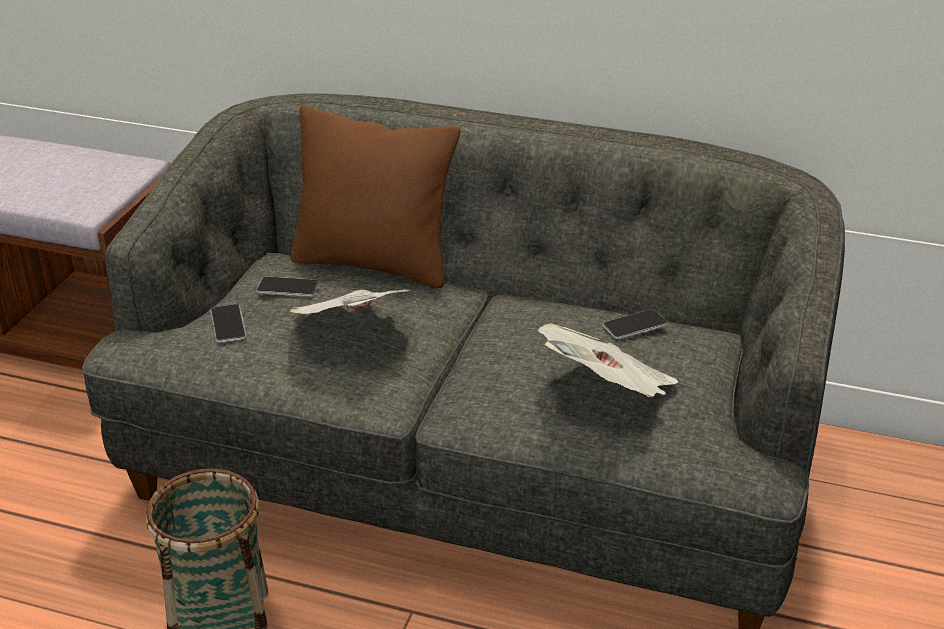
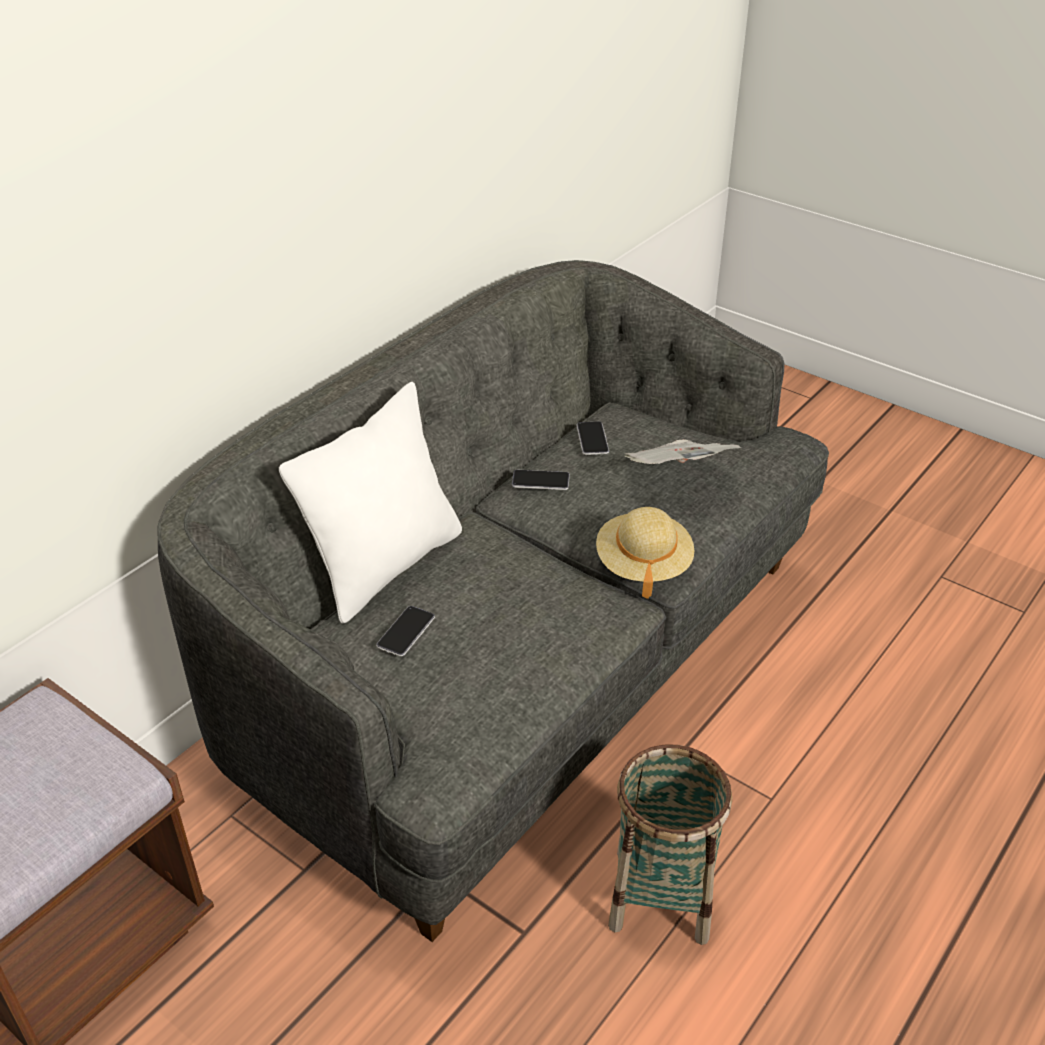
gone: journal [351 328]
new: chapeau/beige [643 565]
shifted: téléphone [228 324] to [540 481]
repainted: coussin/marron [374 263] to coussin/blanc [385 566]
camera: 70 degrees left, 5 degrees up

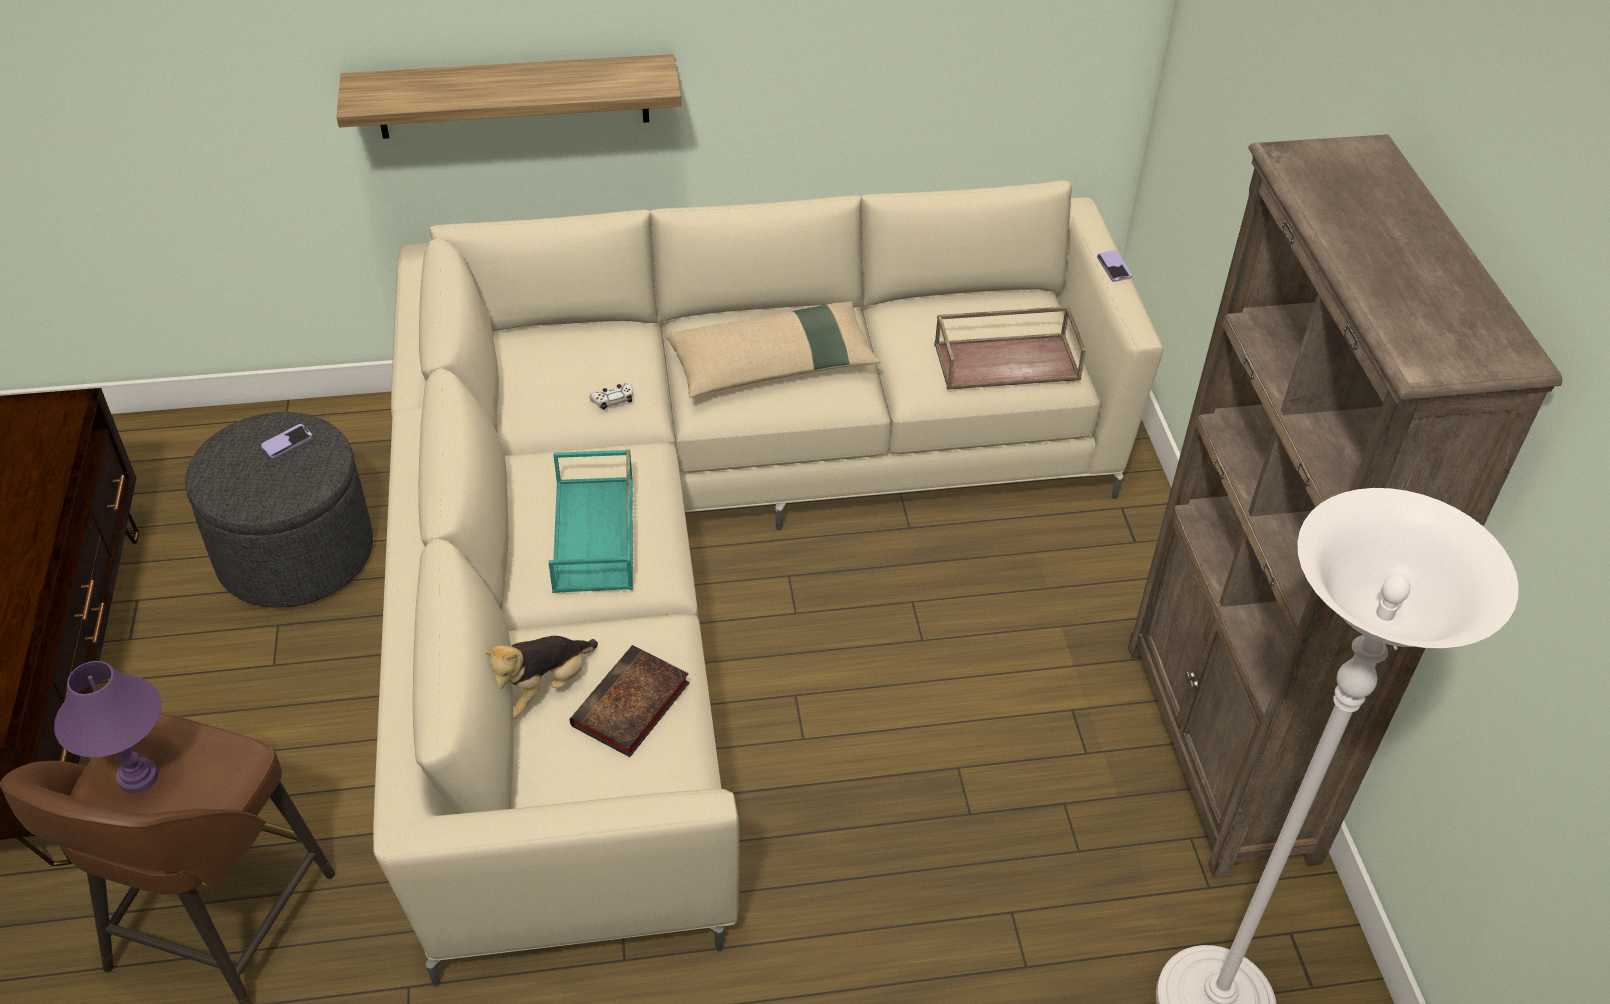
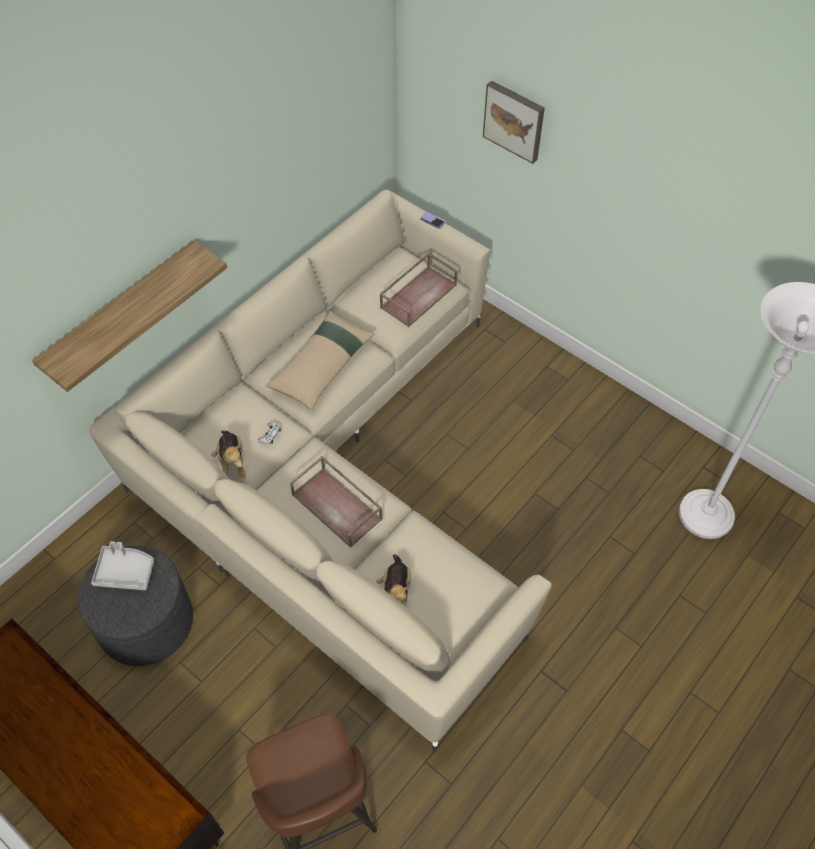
gone: bibliothèque/marron [1220 751]; livre [630 707]; lampe de table/violet [138 776]
new: tableau [514 120]; peluche [232 461]
swapped: téléphone [287 442] to plateau/gris [125 571]
repainted: plateau/turquoise [595 535] to plateau/marron [338 506]
camera: 40 degrees left, 10 degrees up

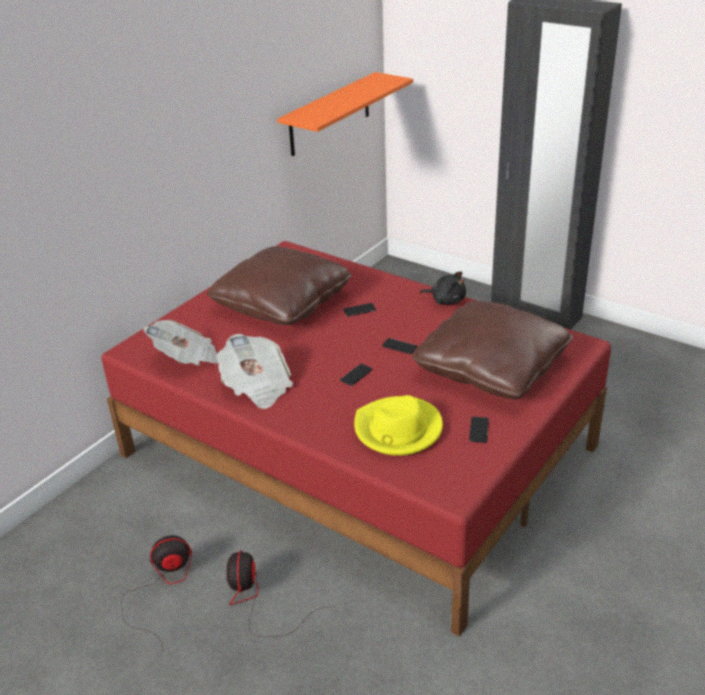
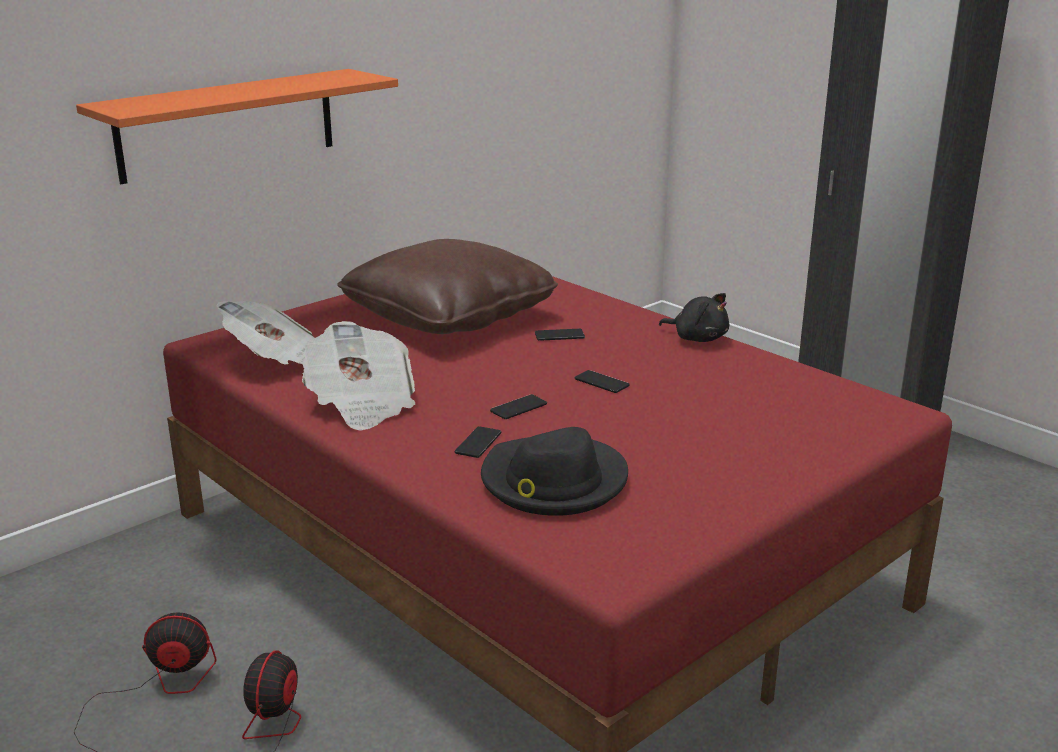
gone: coussin/marron [491 368]
shifted: étagère/orange [330 114] to [228 124]; téléphone [479 430] to [478 443]
repainted: chapeau/jaune [398 430] to chapeau/noir [553 482]
camera: 10 degrees right, 10 degrees down

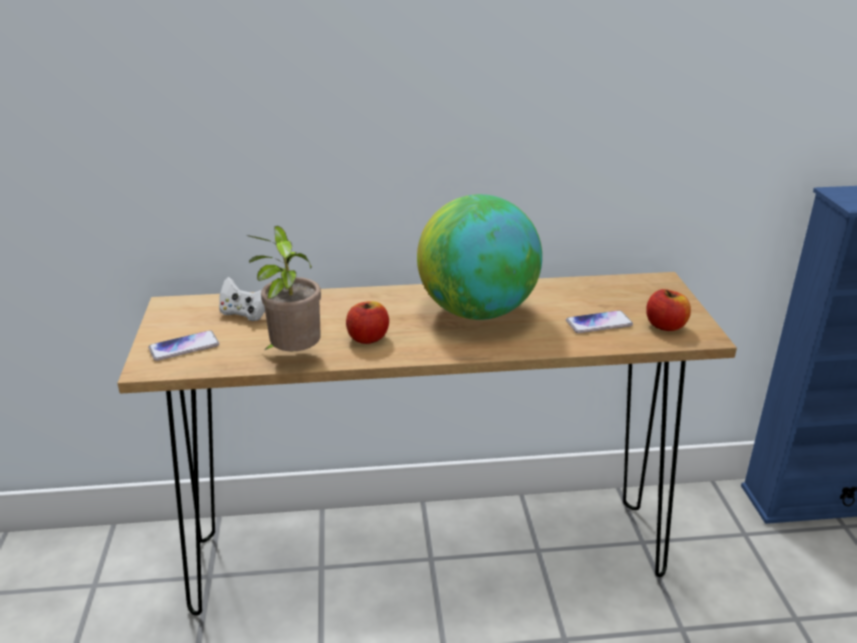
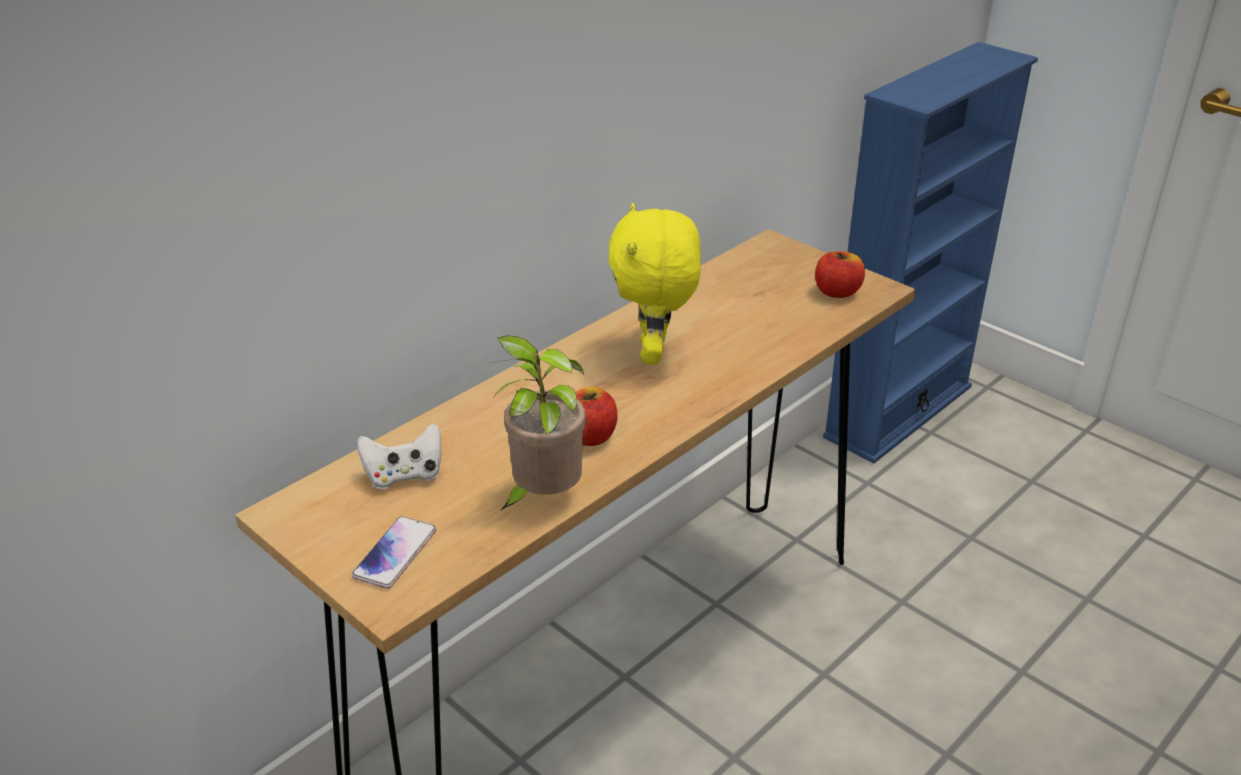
gone: téléphone [599 323]
swapped: globe [477 312] to peluche/jaune [654 353]
camera: 40 degrees left, 5 degrees up

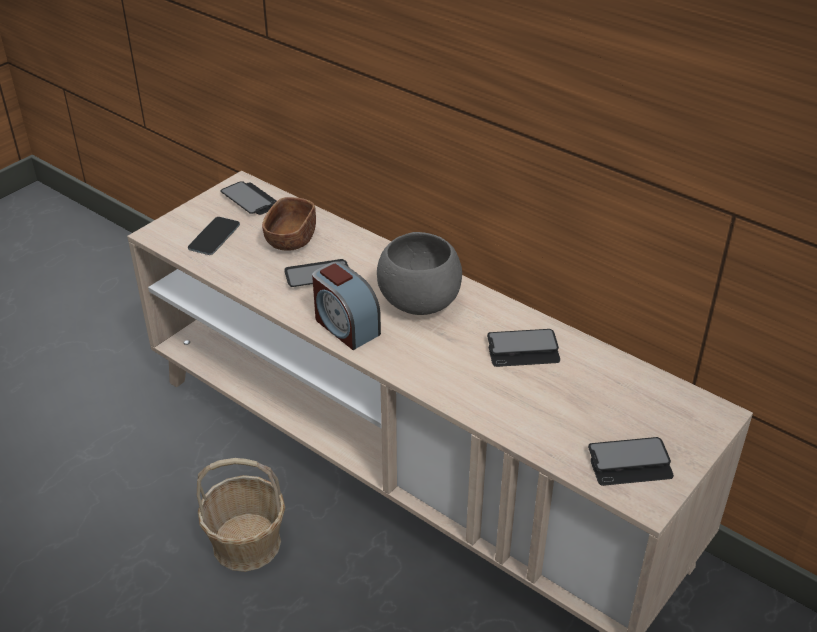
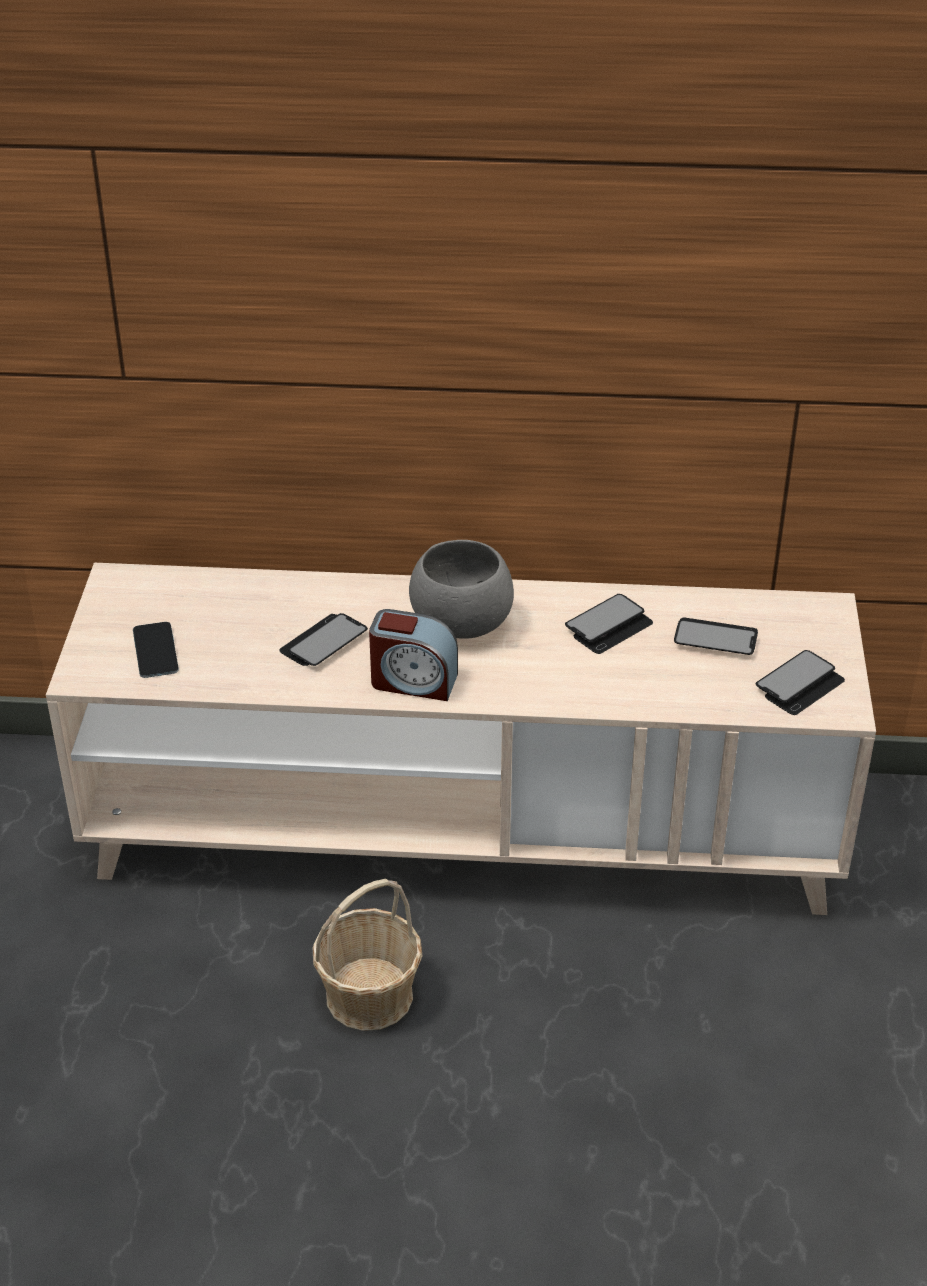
gone: bol/marron [291 239]
shifted: téléphone [250 200] to [715 639]
camera: 35 degrees left, 0 degrees up

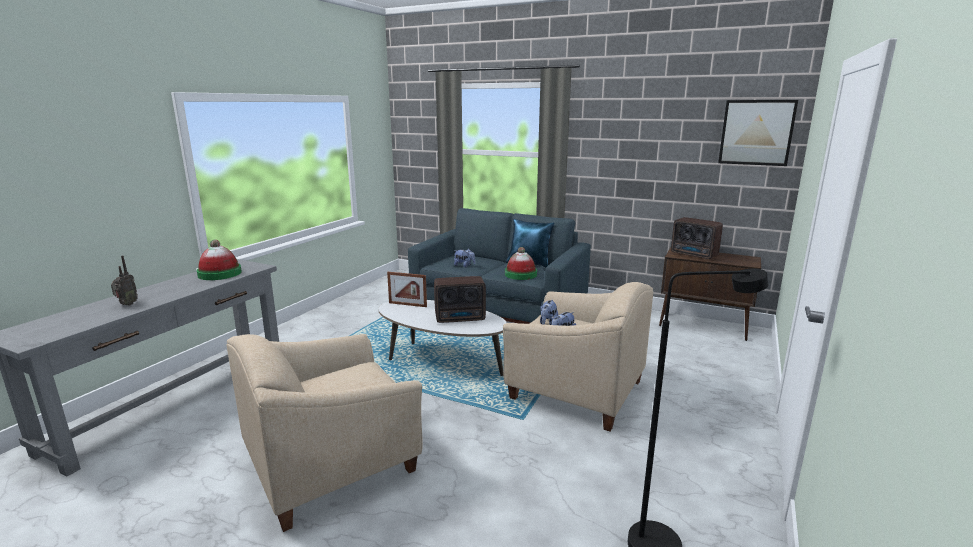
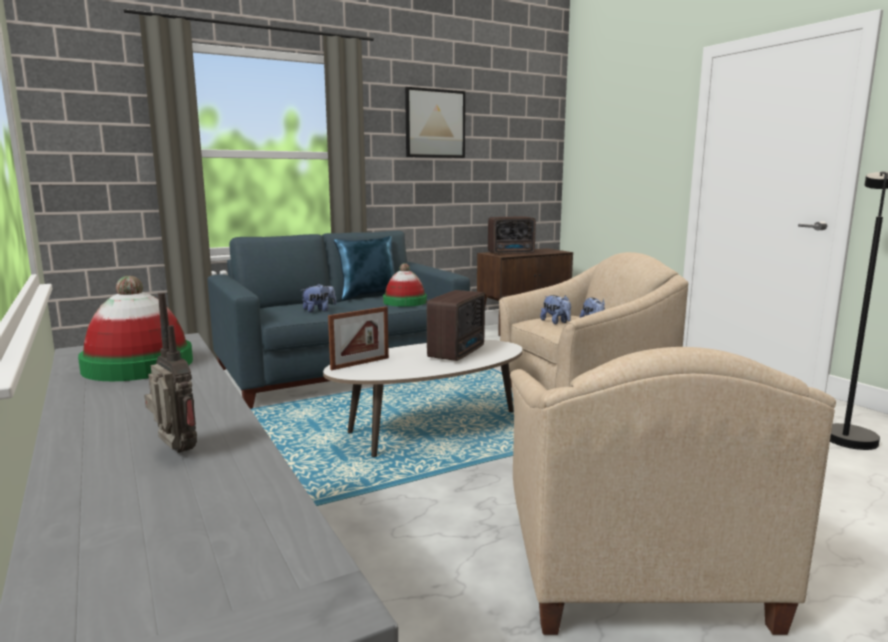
shifted: tableau [756 132] to [435 123]
camera: 55 degrees left, 5 degrees down

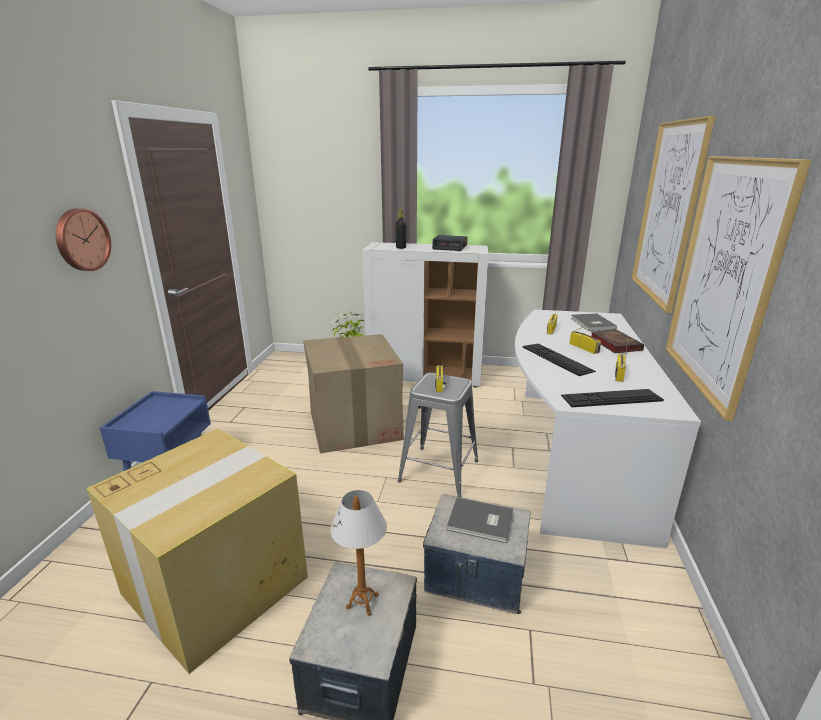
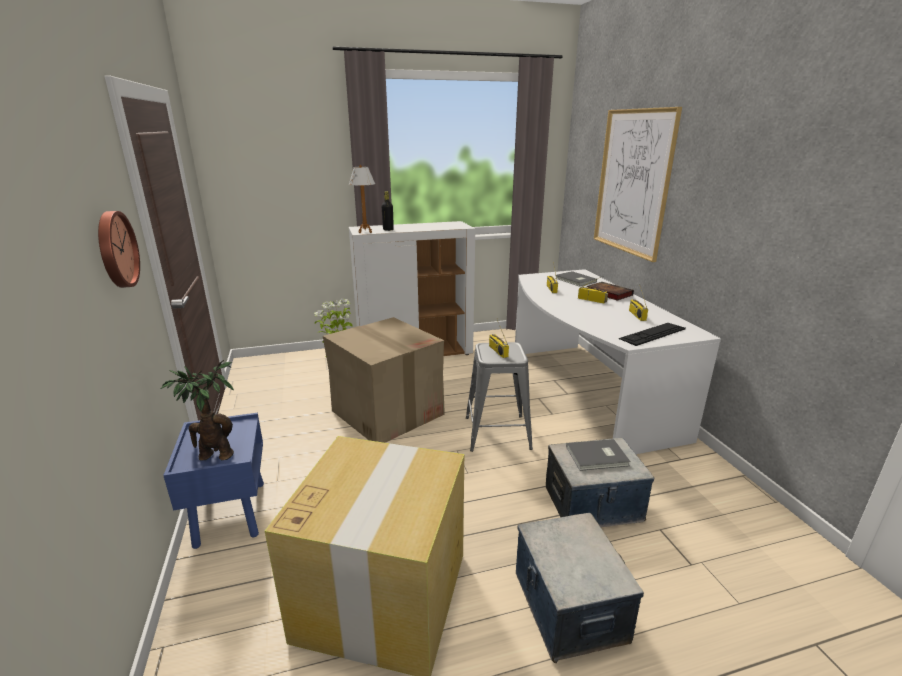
gone: tableau [723 278]; réveil [450 247]; clavier [557 359]
new: plante en pot [213 455]
shifted: lampe de table [362 602] to [365 232]
camera: 25 degrees left, 0 degrees up

